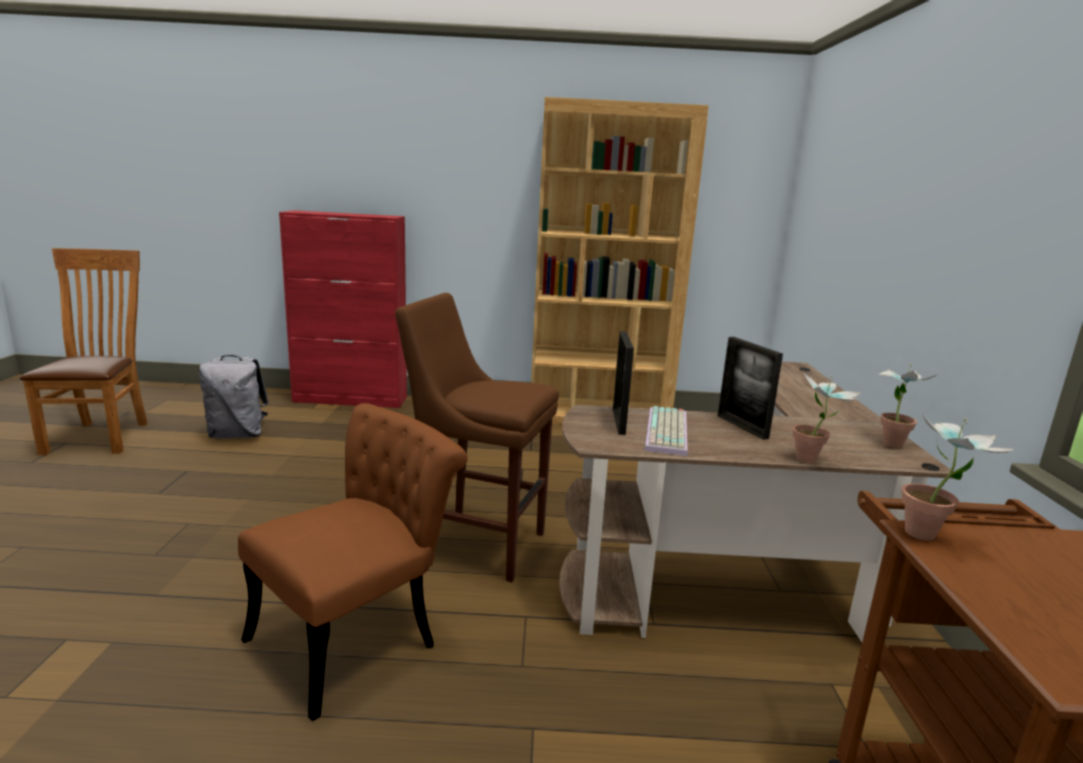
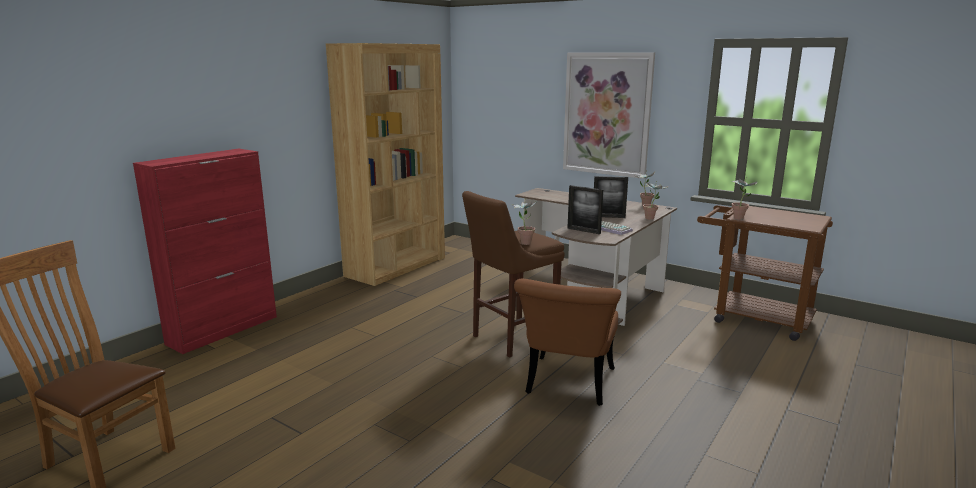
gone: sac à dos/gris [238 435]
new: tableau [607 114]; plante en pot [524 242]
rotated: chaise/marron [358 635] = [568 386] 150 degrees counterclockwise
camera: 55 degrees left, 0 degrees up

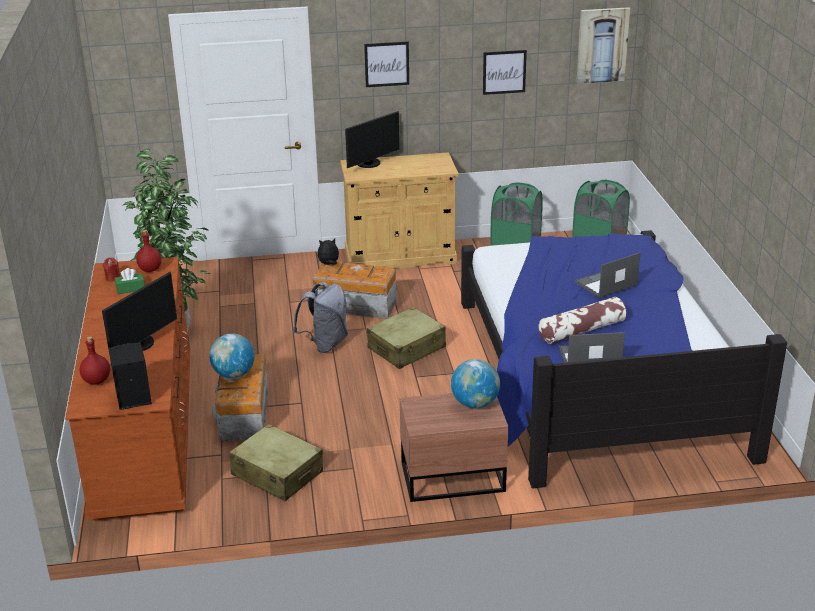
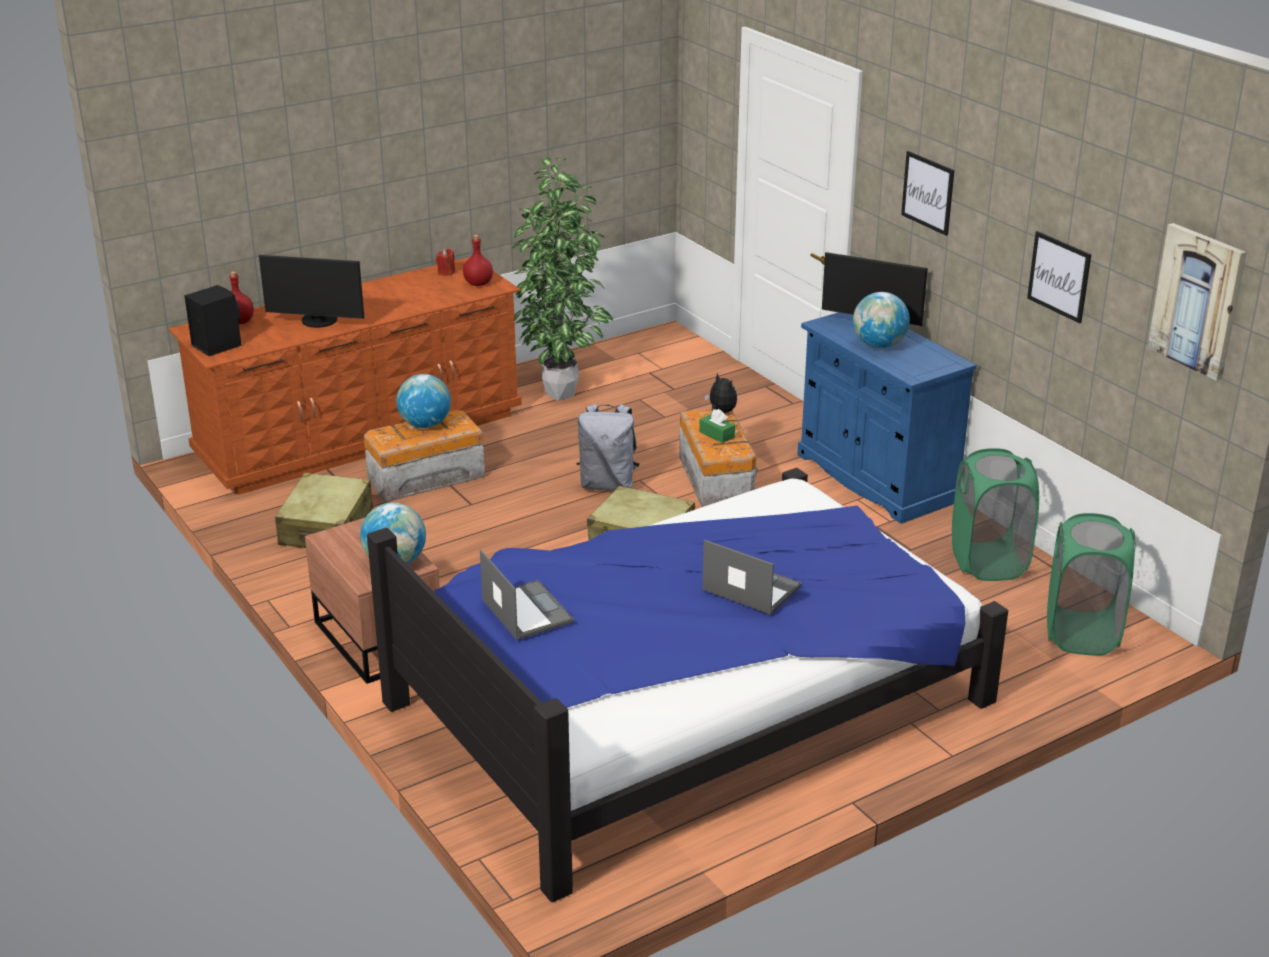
gone: coussin [581 330]
new: globe [879 345]
shifted: boîte à mouchoirs/vert [130 289] to [716 434]
repainted: meuble de rangement/beige [400 256] to meuble de rangement/bleu [876 478]
camera: 65 degrees right, 0 degrees up

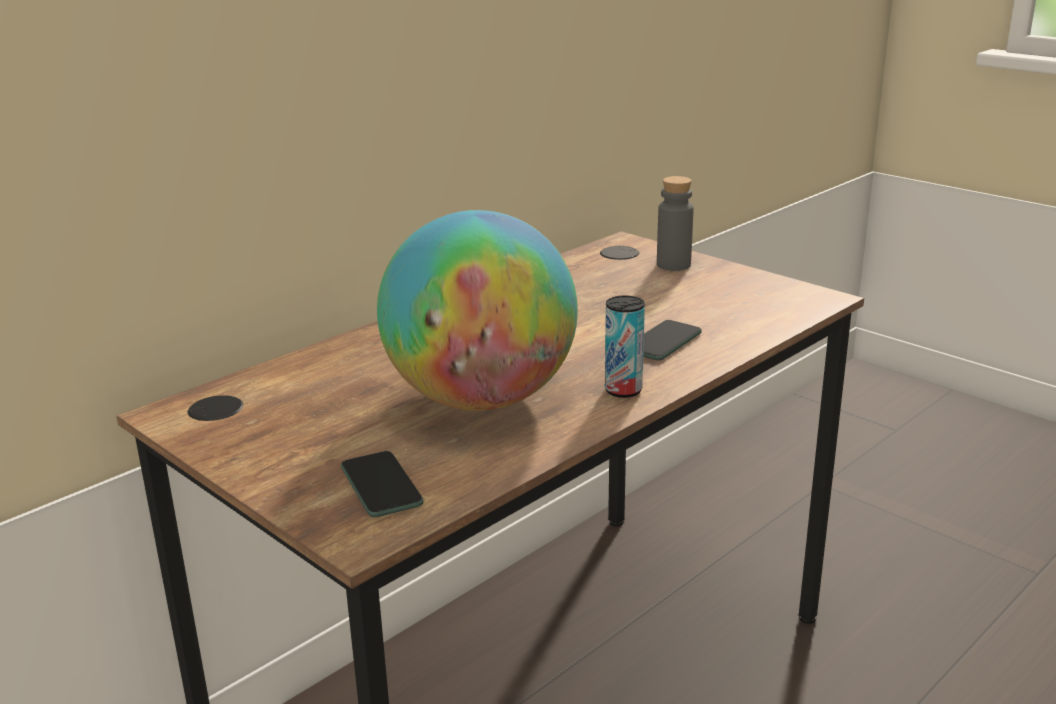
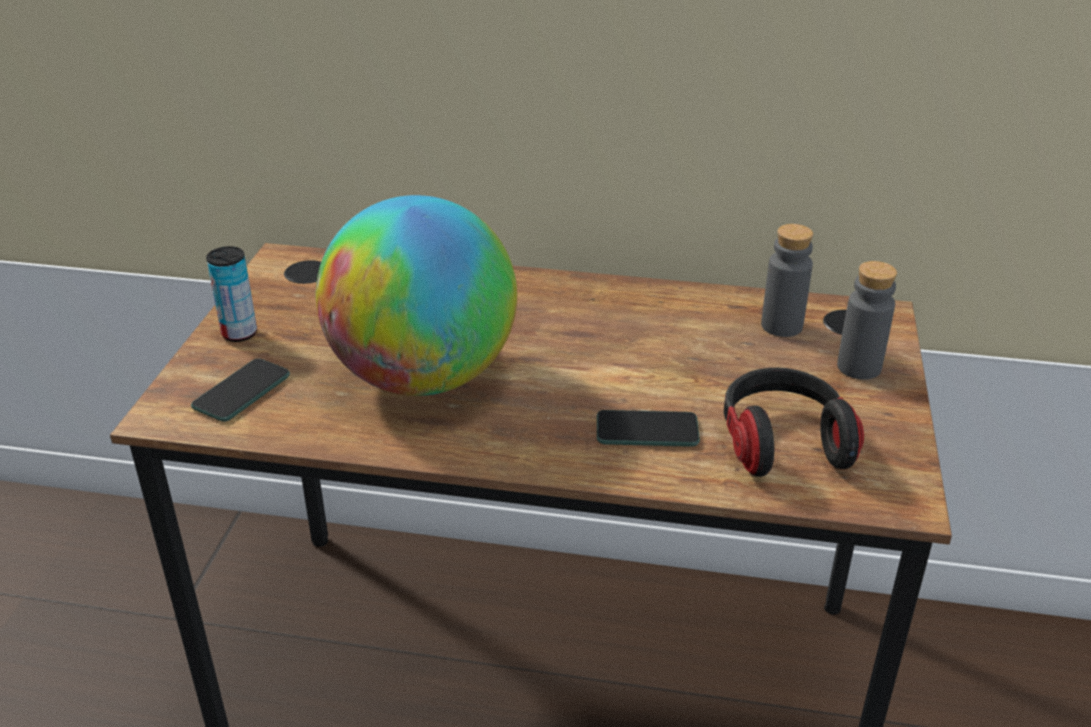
new: bouteille/gris [781 326]; casque audio [782 442]
shifted: boîte métallique [623 390] to [239 333]
camera: 55 degrees right, 10 degrees up

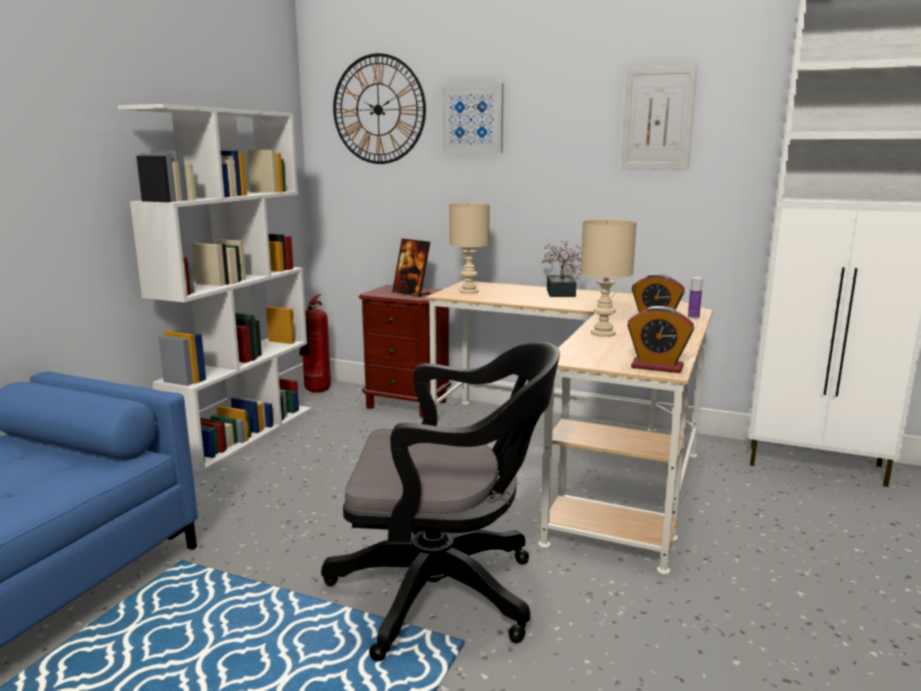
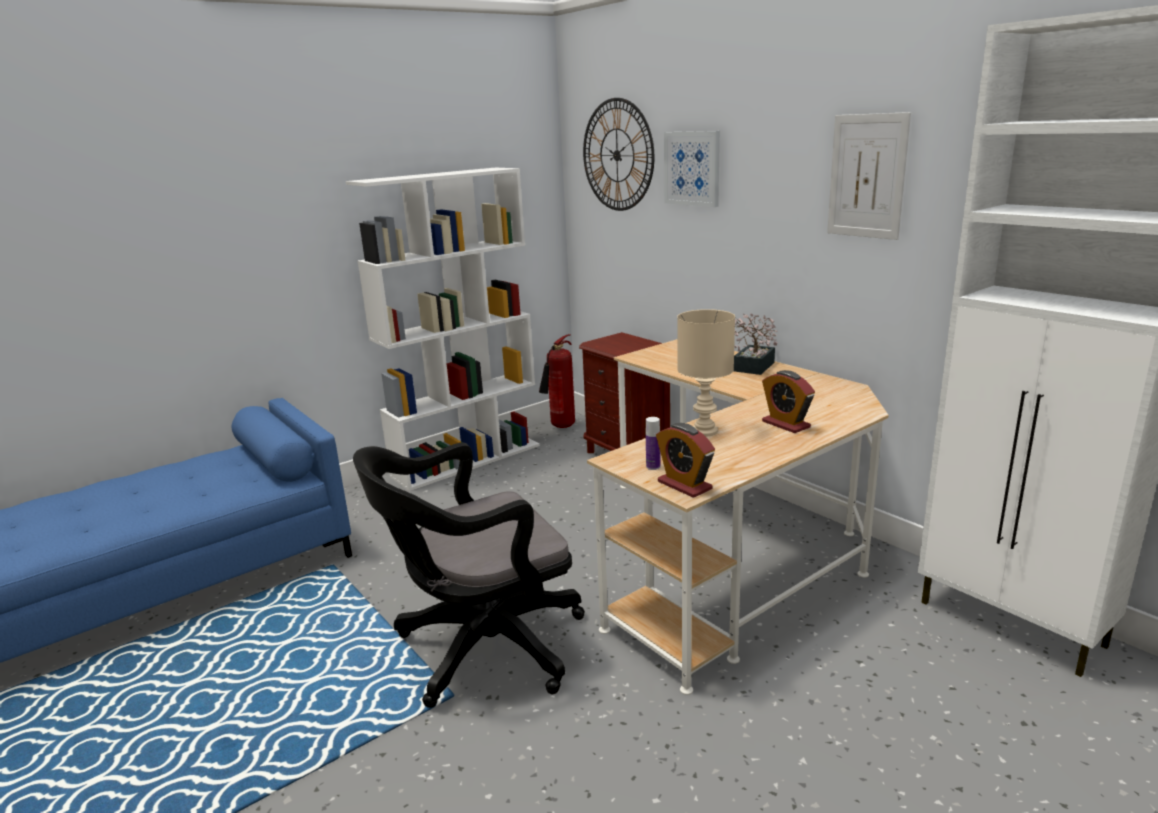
gone: lampe de table/beige [469 291]; cadre photo [411 293]
shifted: bouteille [693 317] to [653 467]
rotated: chaise de bureau/noir [446 593] = [482 649] 120 degrees clockwise
camera: 30 degrees right, 5 degrees up

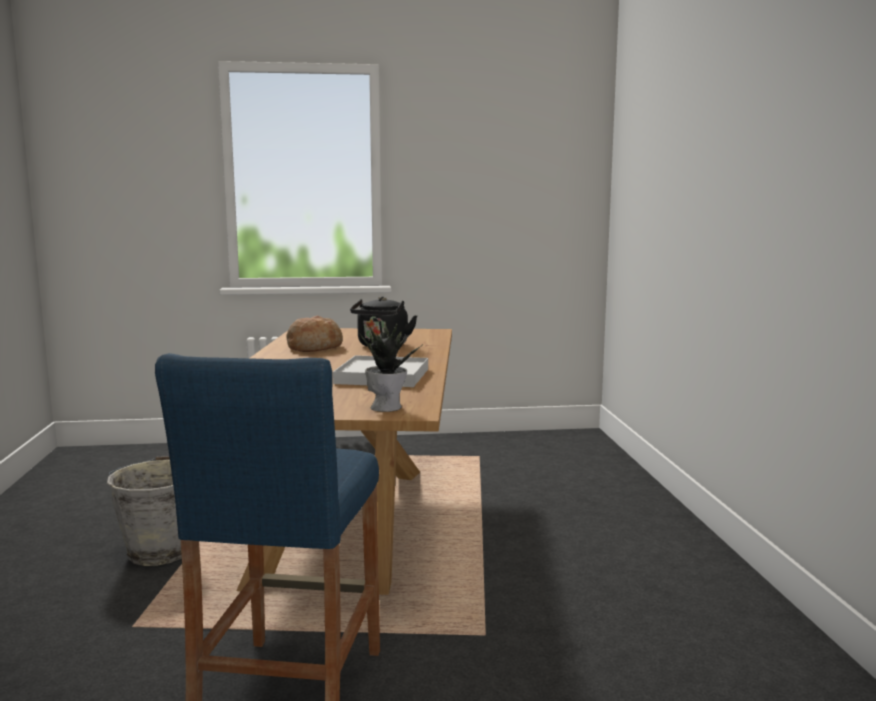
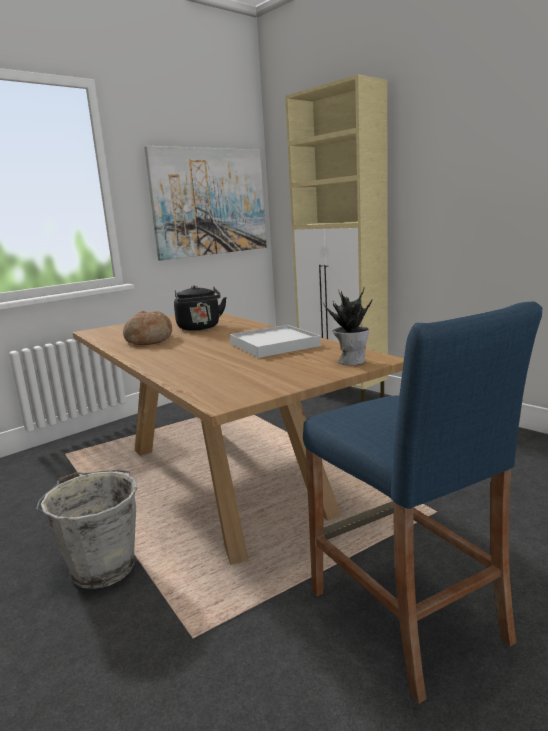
new: meuble de rangement/beige [343 394]; tableau [210 202]
camera: 35 degrees left, 5 degrees up

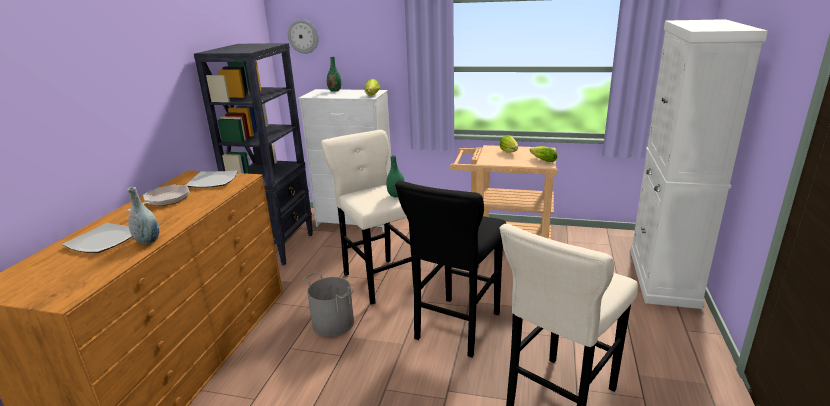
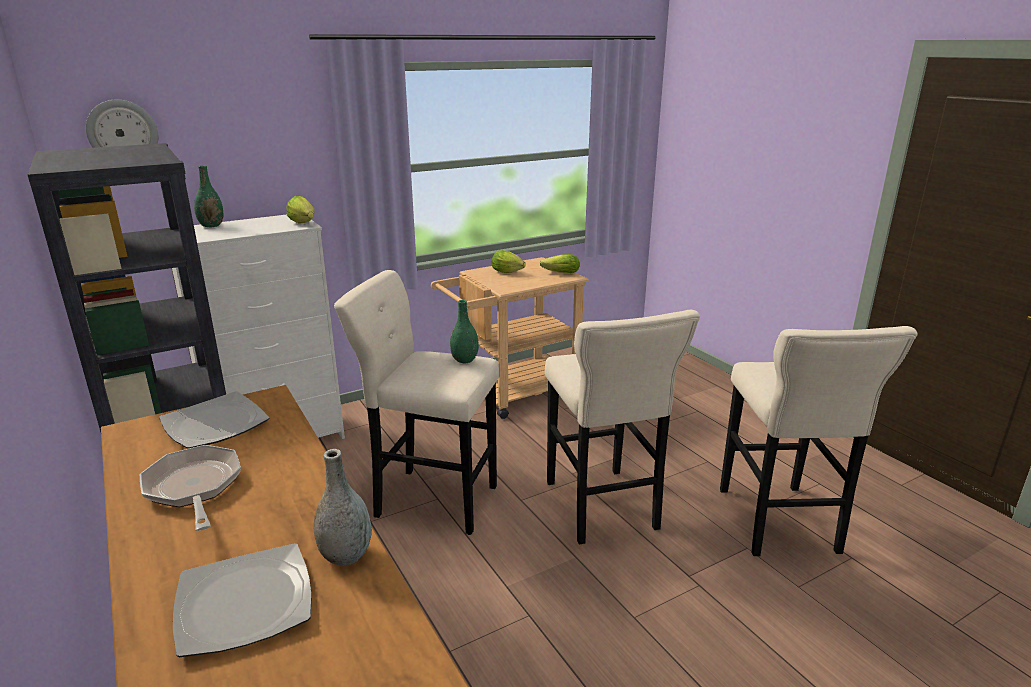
gone: meuble de rangement/blanc [663 277]; seau/gris [333 323]
repainted: tabouret/noir [456 329] to tabouret/beige [602 509]
camera: 45 degrees left, 0 degrees up

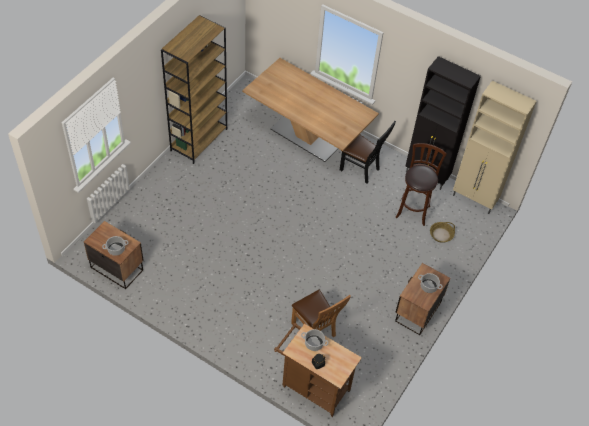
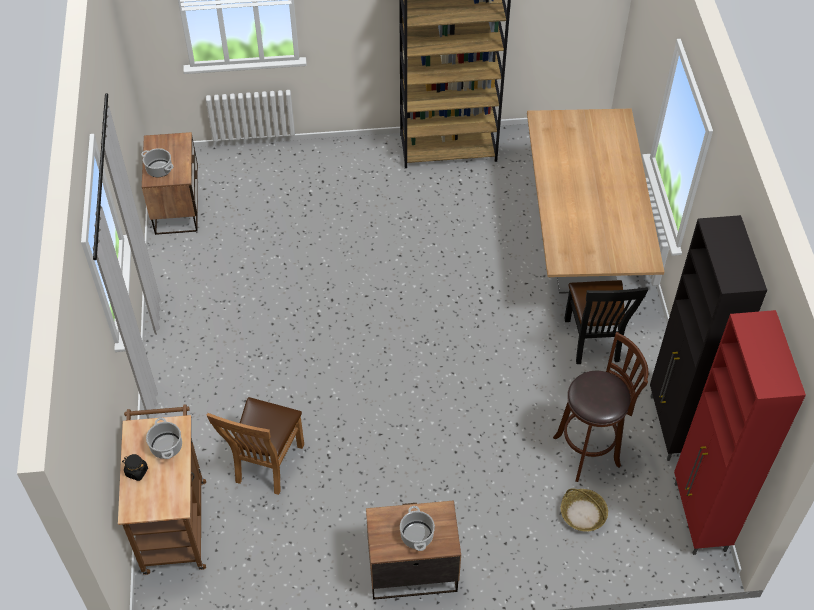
repainted: meuble de rangement/beige [474 199] to meuble de rangement/rouge [699 518]
camera: 55 degrees right, 0 degrees up

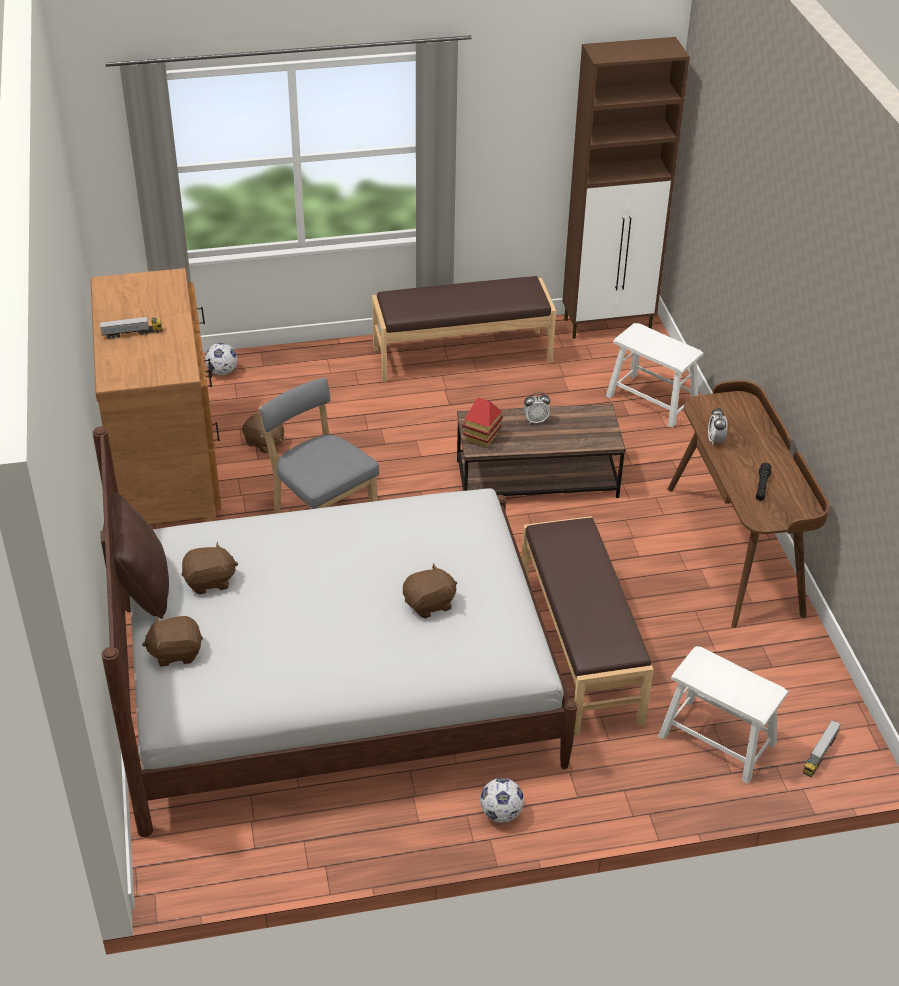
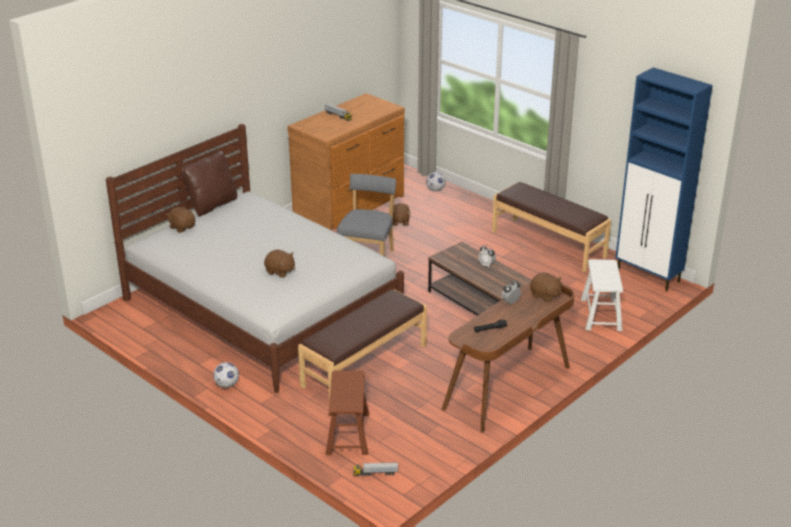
gone: maison miniature [482 438]
shifted: peluche/marron [210 581] to [545 295]
repainted: meuble de rangement/marron [609 324] to meuble de rangement/bleu [648 276]; tabouret/blanc [717 739] to tabouret/marron [347 434]
camera: 55 degrees right, 10 degrees down

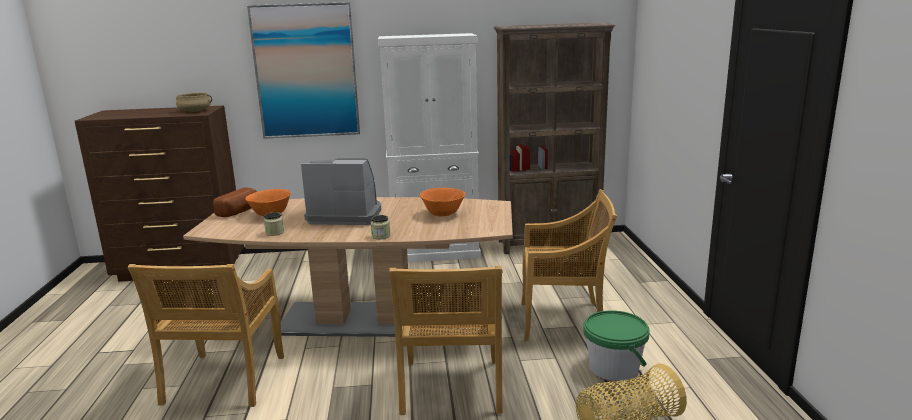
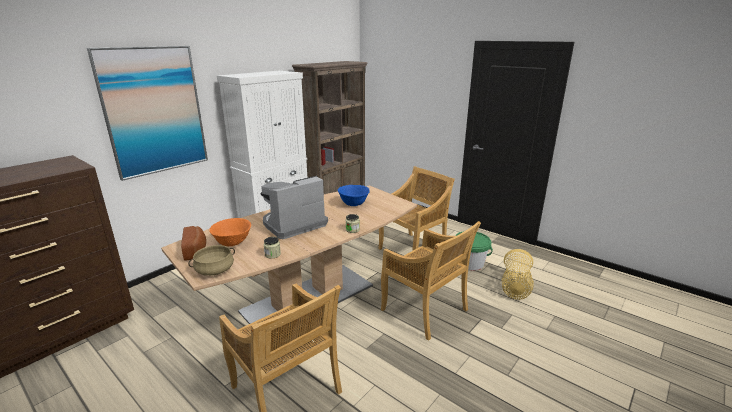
shifted: marmite/beige [195 111] to [215 270]
repainted: bol/orange [443 214] to bol/bleu [353 204]
camera: 45 degrees left, 5 degrees up

